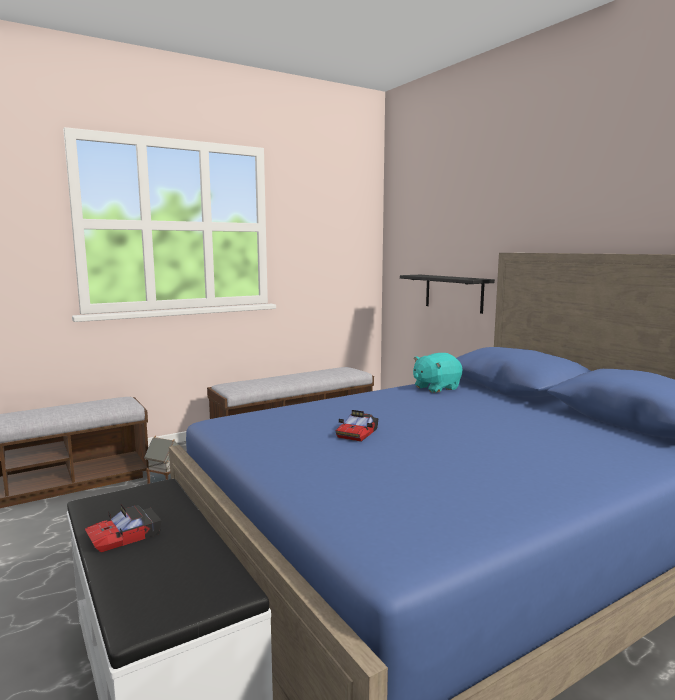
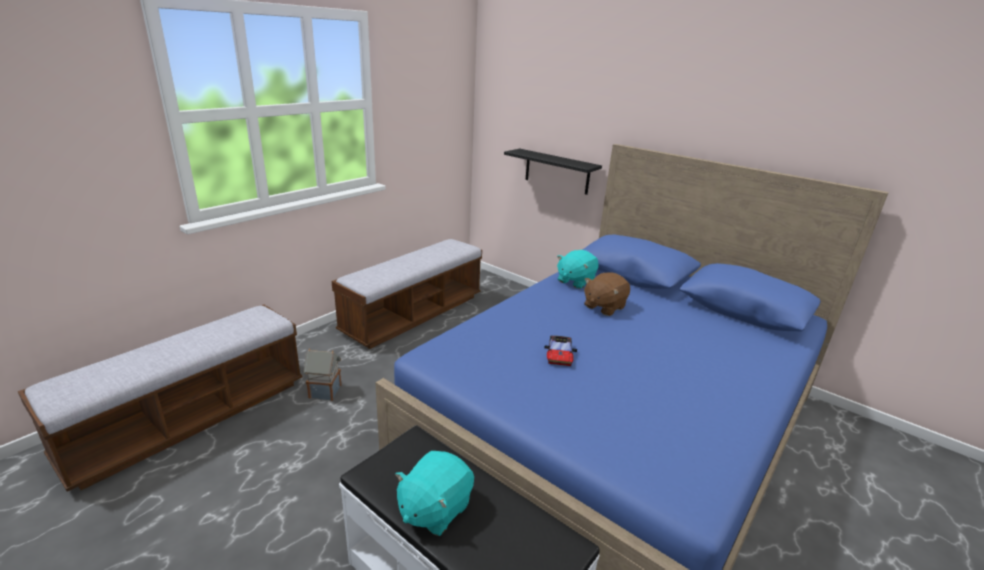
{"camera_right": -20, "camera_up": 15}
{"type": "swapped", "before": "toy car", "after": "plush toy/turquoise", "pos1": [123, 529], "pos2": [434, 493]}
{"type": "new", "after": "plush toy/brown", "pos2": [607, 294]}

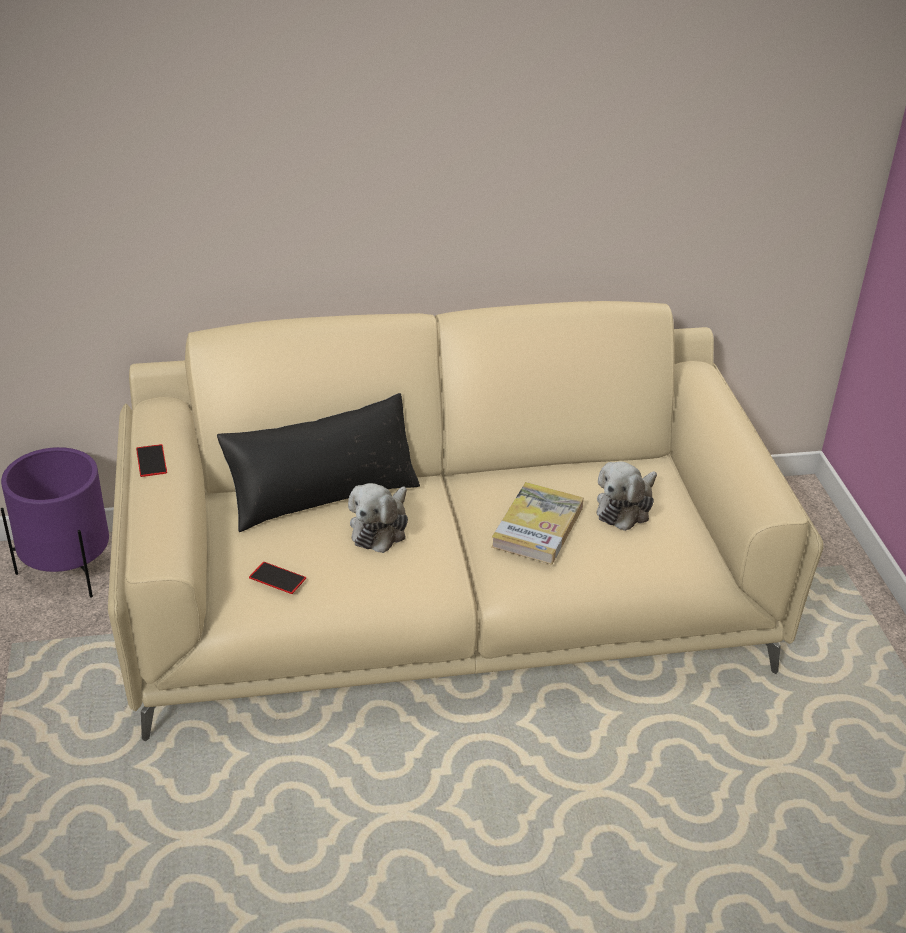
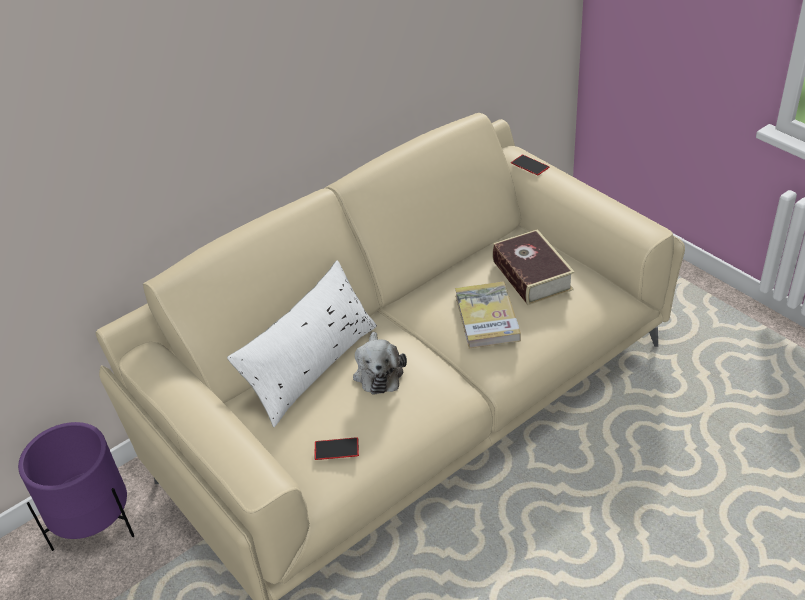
{"camera_right": -25, "camera_up": 5}
{"type": "repainted", "before": "pillow/black", "after": "pillow/white", "pos1": [318, 462], "pos2": [302, 343]}
{"type": "swapped", "before": "plush toy", "after": "book", "pos1": [627, 496], "pos2": [533, 267]}
{"type": "shifted", "before": "phone", "pos1": [151, 460], "pos2": [530, 165]}

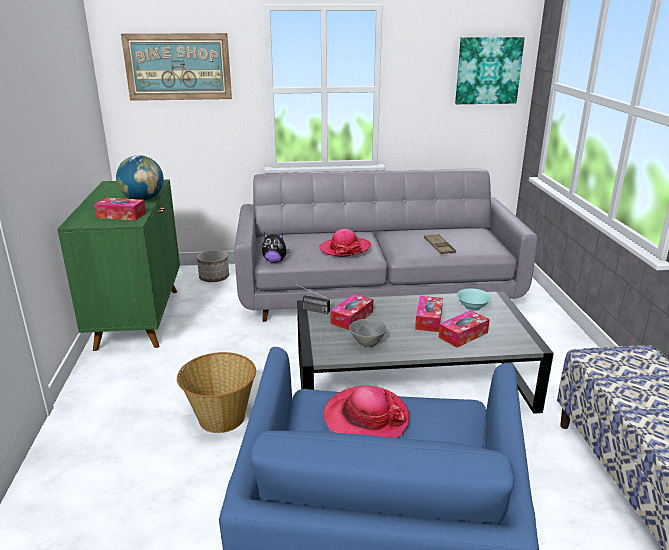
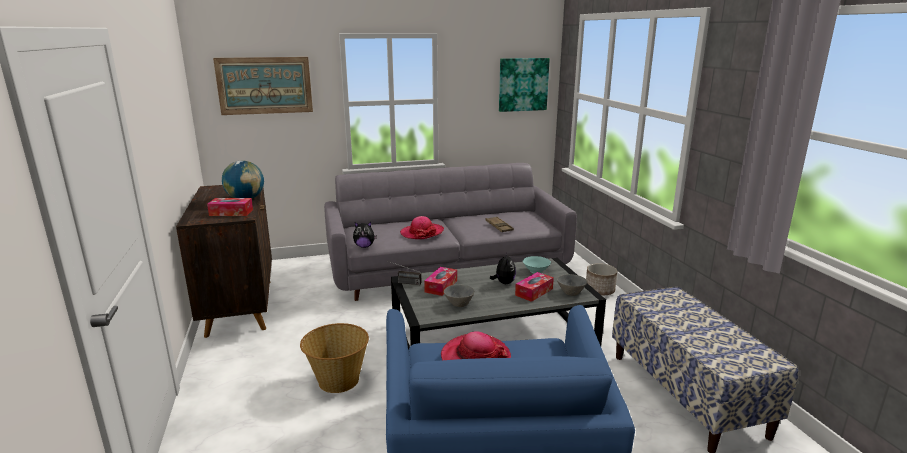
{"camera_right": -10, "camera_up": -5}
{"type": "repainted", "before": "cabinet/green", "after": "cabinet/brown", "pos1": [118, 265], "pos2": [224, 261]}
{"type": "swapped", "before": "tissue box", "after": "plush toy", "pos1": [429, 314], "pos2": [503, 268]}
{"type": "new", "after": "bowl/grey", "pos2": [572, 285]}
{"type": "shifted", "before": "planter", "pos1": [213, 266], "pos2": [601, 279]}

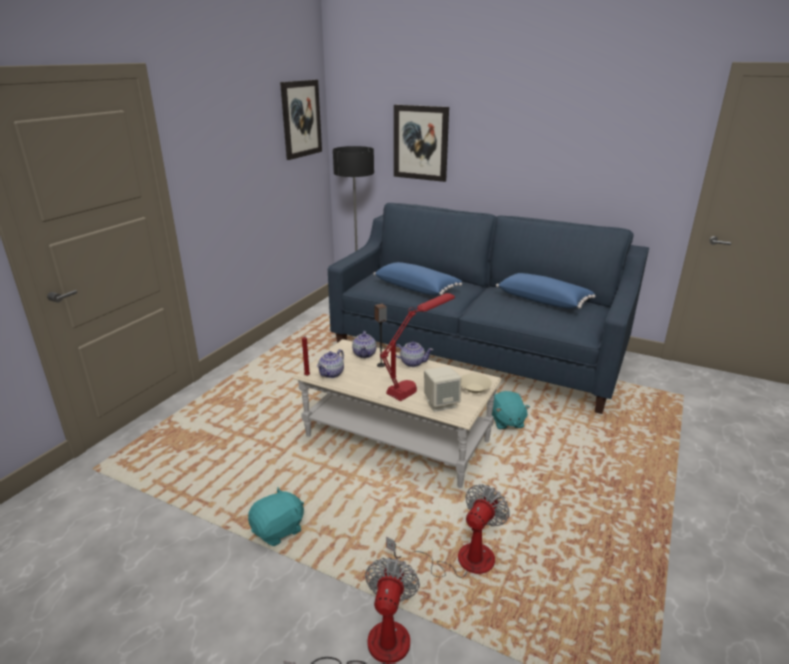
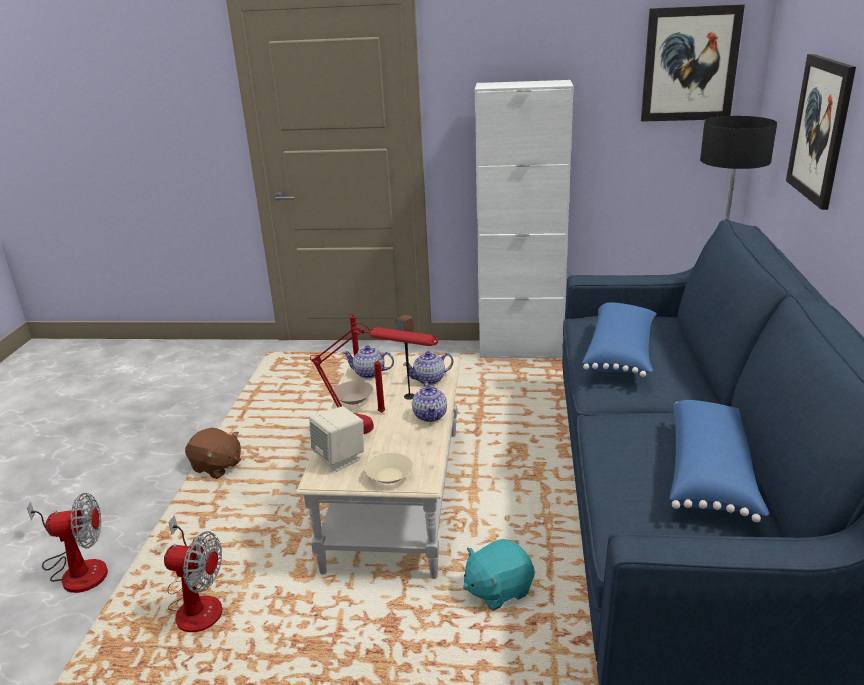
{"camera_right": 70, "camera_up": 0}
{"type": "repainted", "before": "plush toy/turquoise", "after": "plush toy/brown", "pos1": [276, 516], "pos2": [213, 453]}
{"type": "new", "after": "bowl/beige", "pos2": [353, 393]}
{"type": "new", "after": "cabinet/white", "pos2": [524, 219]}

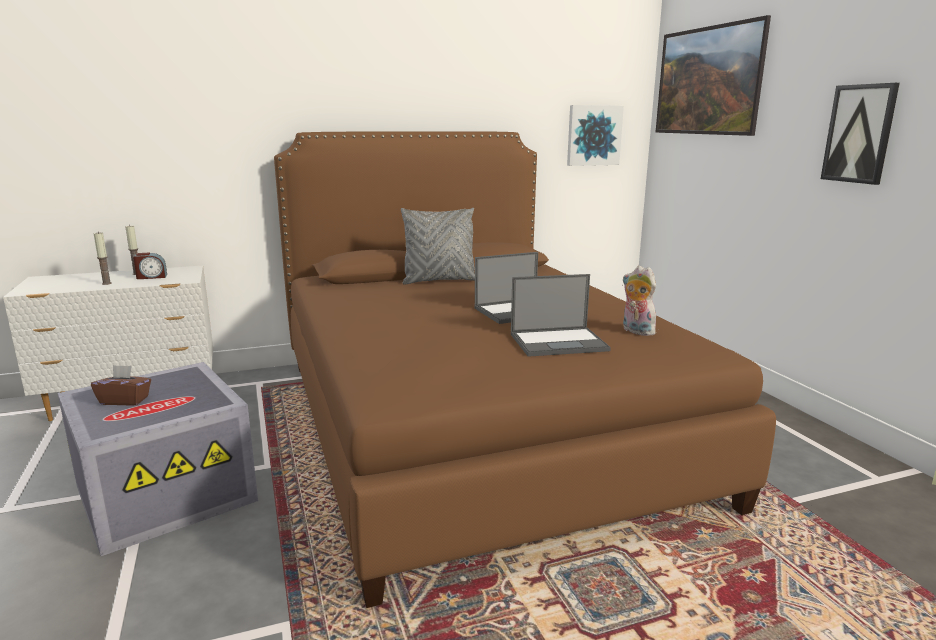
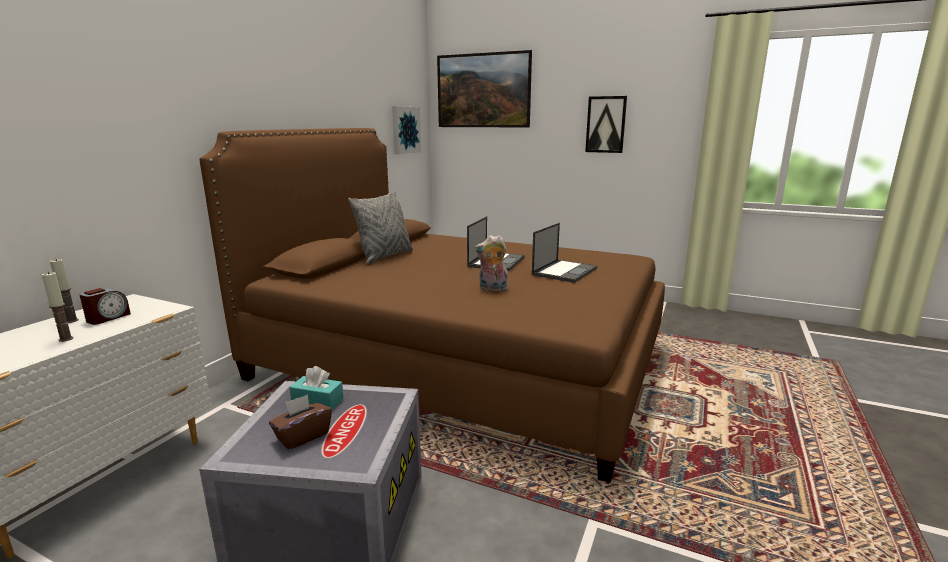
{"camera_right": -45, "camera_up": 0}
{"type": "new", "after": "tissue box/turquoise", "pos2": [316, 388]}
{"type": "shifted", "before": "plush toy", "pos1": [639, 301], "pos2": [491, 263]}

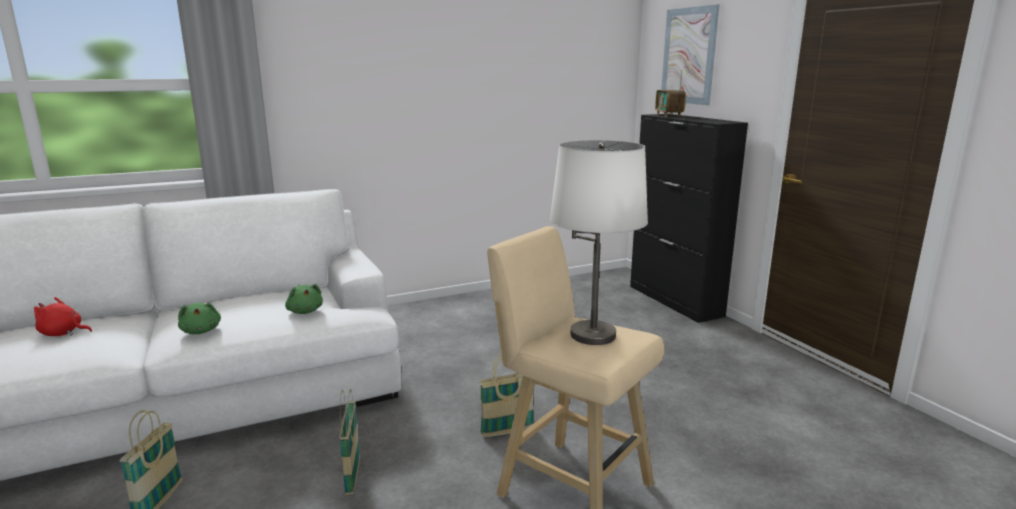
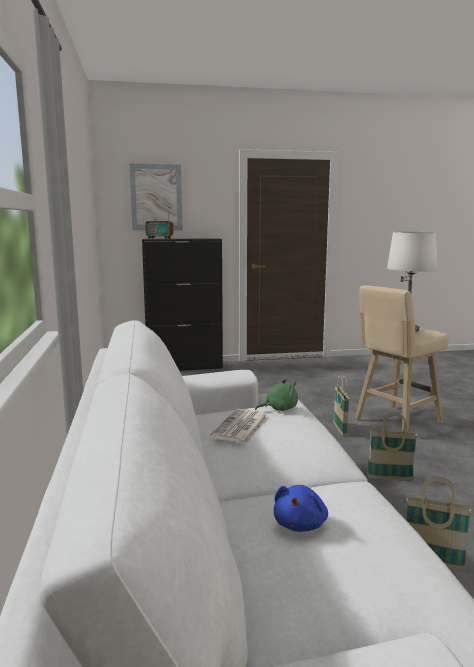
{"camera_right": -75, "camera_up": -5}
{"type": "new", "after": "newspaper", "pos2": [239, 426]}
{"type": "repainted", "before": "plush toy/red", "after": "plush toy/blue", "pos1": [63, 316], "pos2": [301, 508]}
{"type": "gone", "before": "plush toy/green", "pos1": [199, 318]}

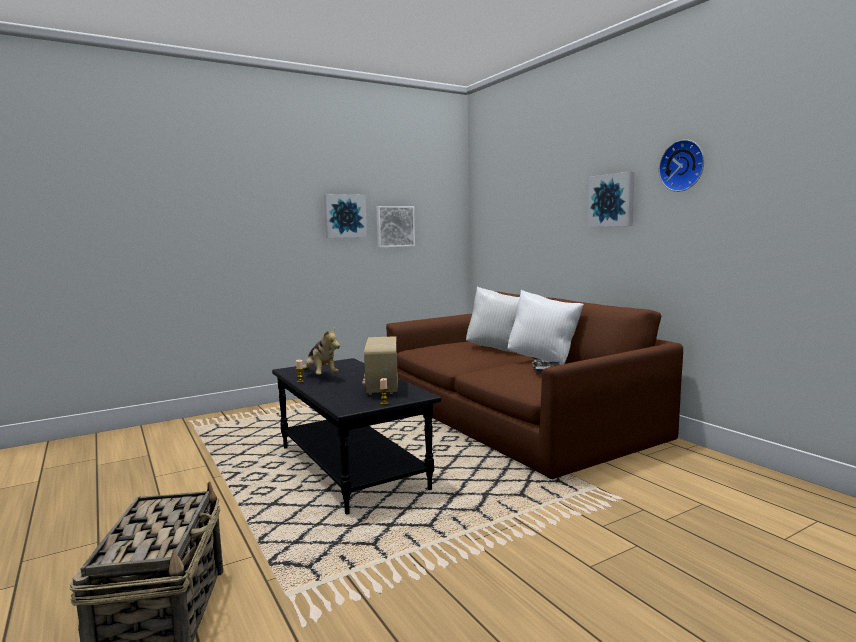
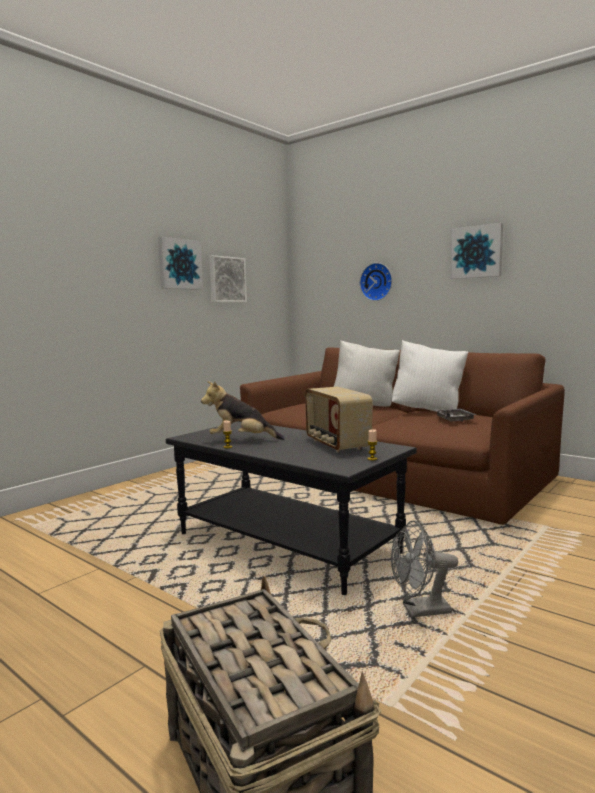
{"camera_right": -20, "camera_up": 0}
{"type": "rotated", "before": "plush toy", "pos1": [321, 351], "pos2": [242, 410], "turn": 150}
{"type": "shifted", "before": "wall clock", "pos1": [681, 166], "pos2": [376, 282]}
{"type": "new", "after": "fan/grey", "pos2": [424, 568]}

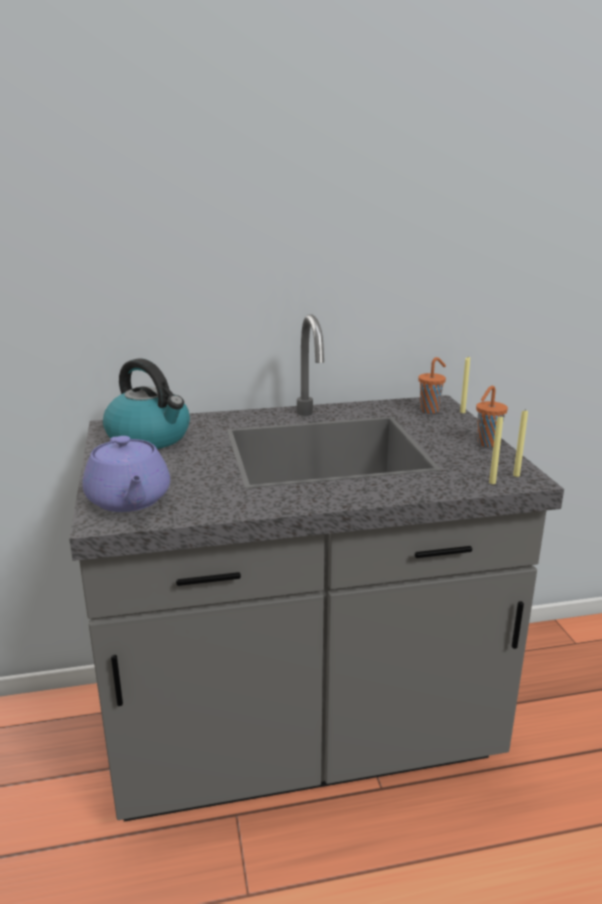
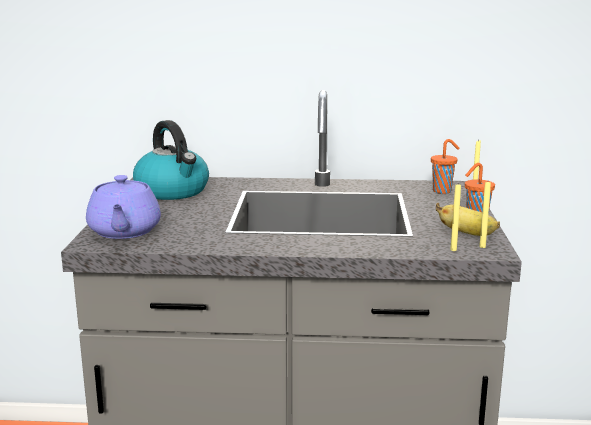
{"camera_right": 15, "camera_up": -5}
{"type": "new", "after": "banana", "pos2": [468, 219]}

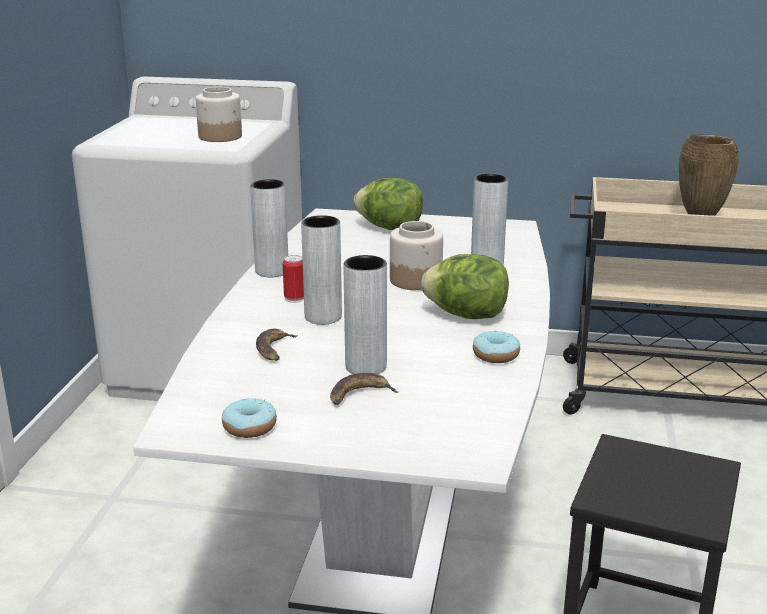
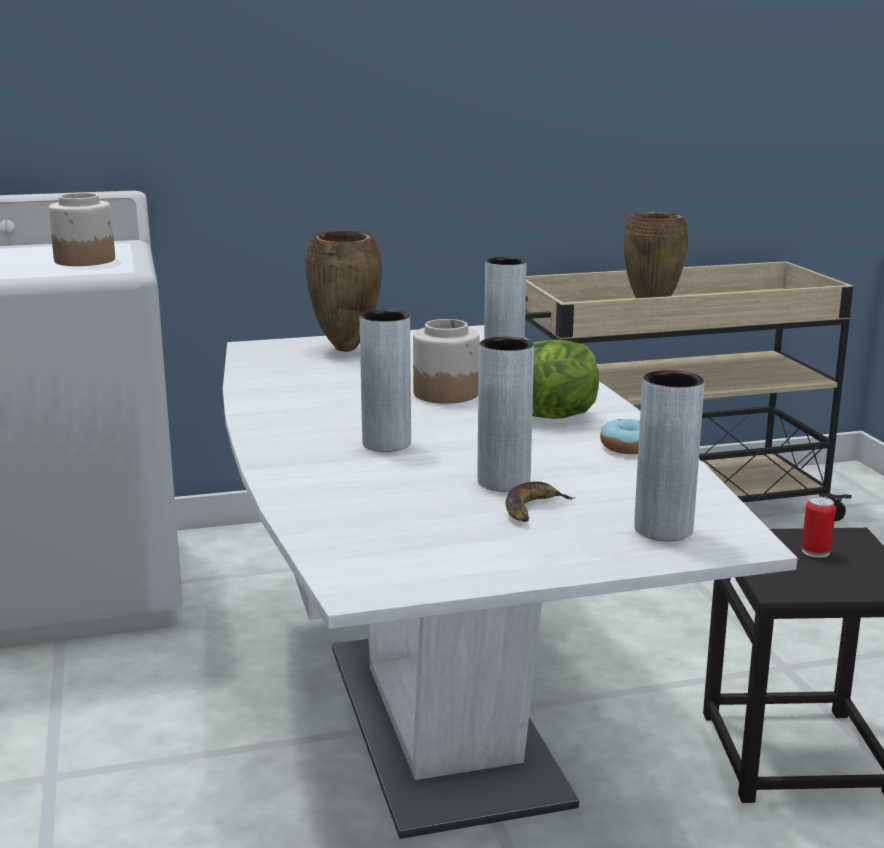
{"camera_right": -25, "camera_up": -5}
{"type": "swapped", "before": "lettuce", "after": "vase/brown", "pos1": [388, 204], "pos2": [344, 291]}
{"type": "shifted", "before": "vase/grey", "pos1": [269, 228], "pos2": [669, 455]}
{"type": "shifted", "before": "can", "pos1": [293, 279], "pos2": [819, 527]}
{"type": "gone", "before": "donut", "pos1": [249, 418]}
{"type": "gone", "before": "banana", "pos1": [277, 345]}

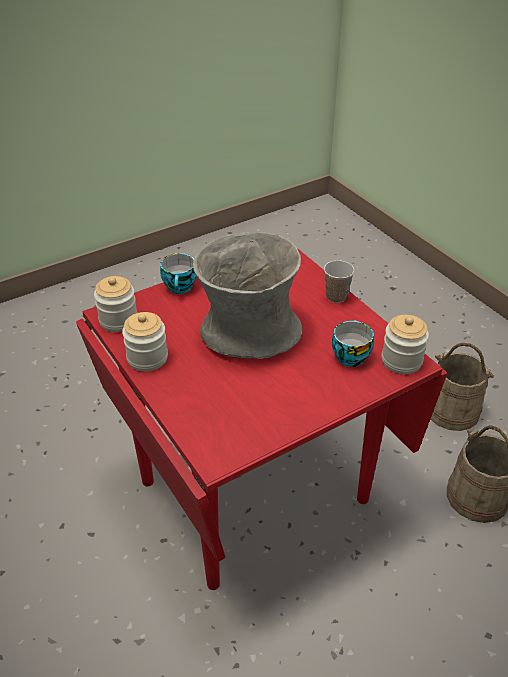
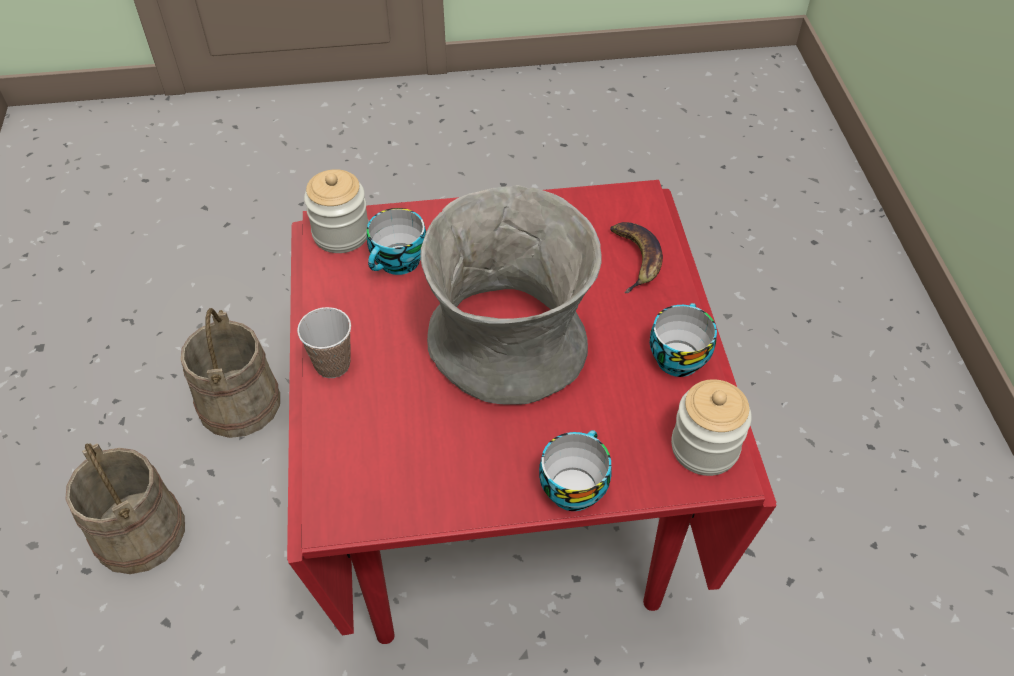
{"camera_right": -155, "camera_up": 10}
{"type": "new", "after": "banana", "pos2": [636, 257]}
{"type": "swapped", "before": "jar", "after": "cup", "pos1": [145, 341], "pos2": [683, 340]}

